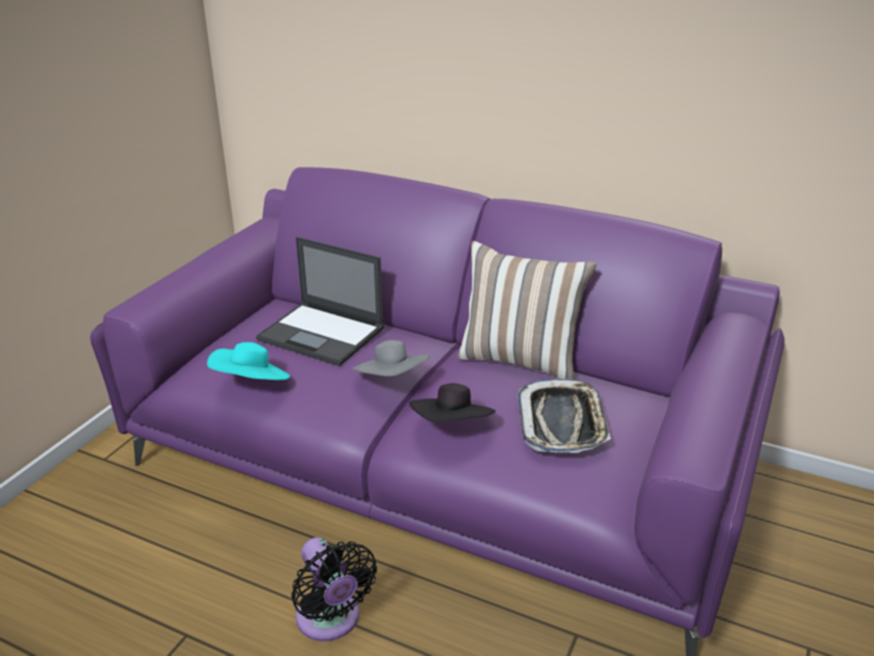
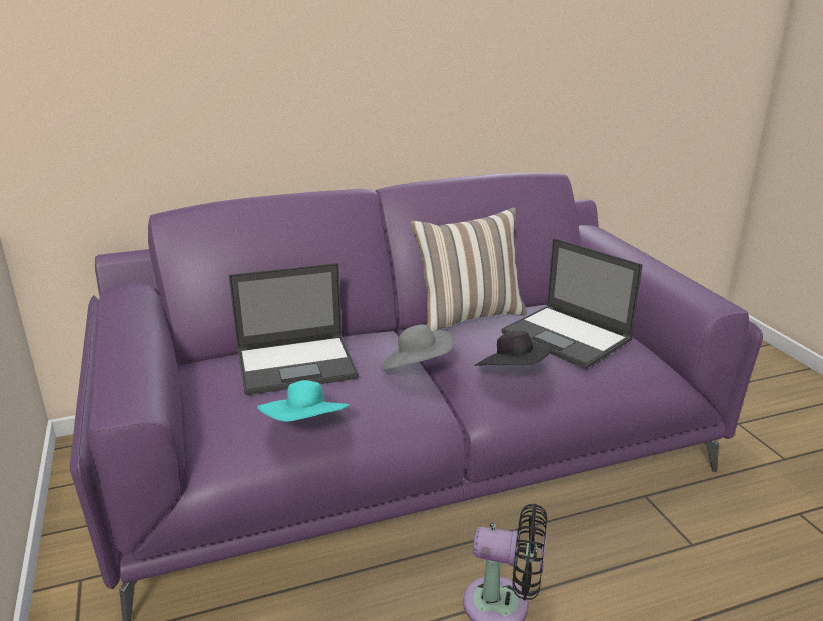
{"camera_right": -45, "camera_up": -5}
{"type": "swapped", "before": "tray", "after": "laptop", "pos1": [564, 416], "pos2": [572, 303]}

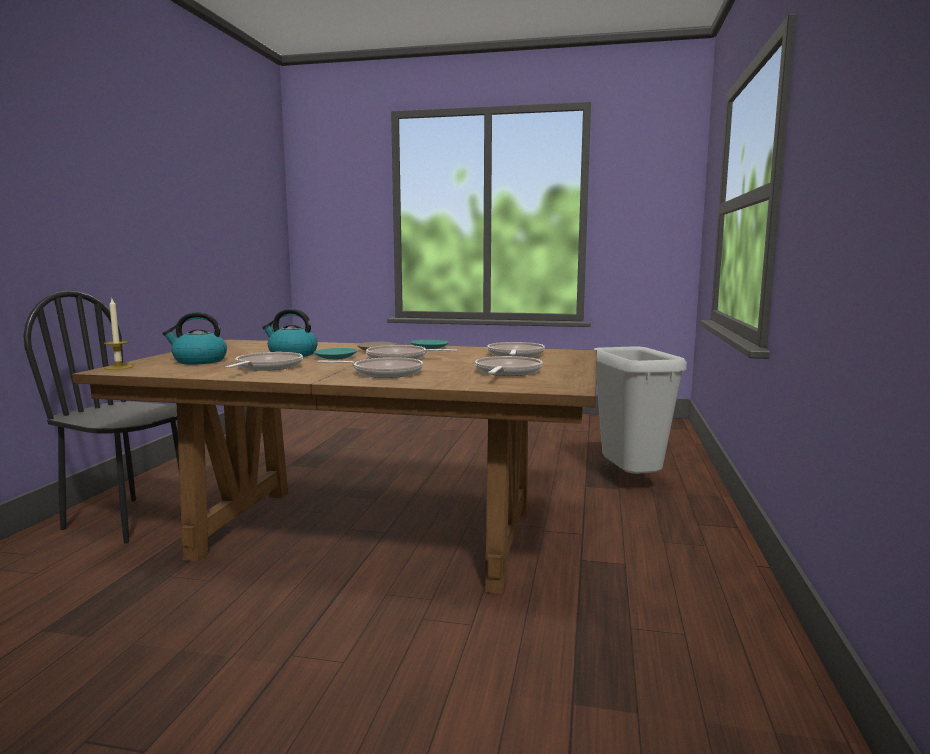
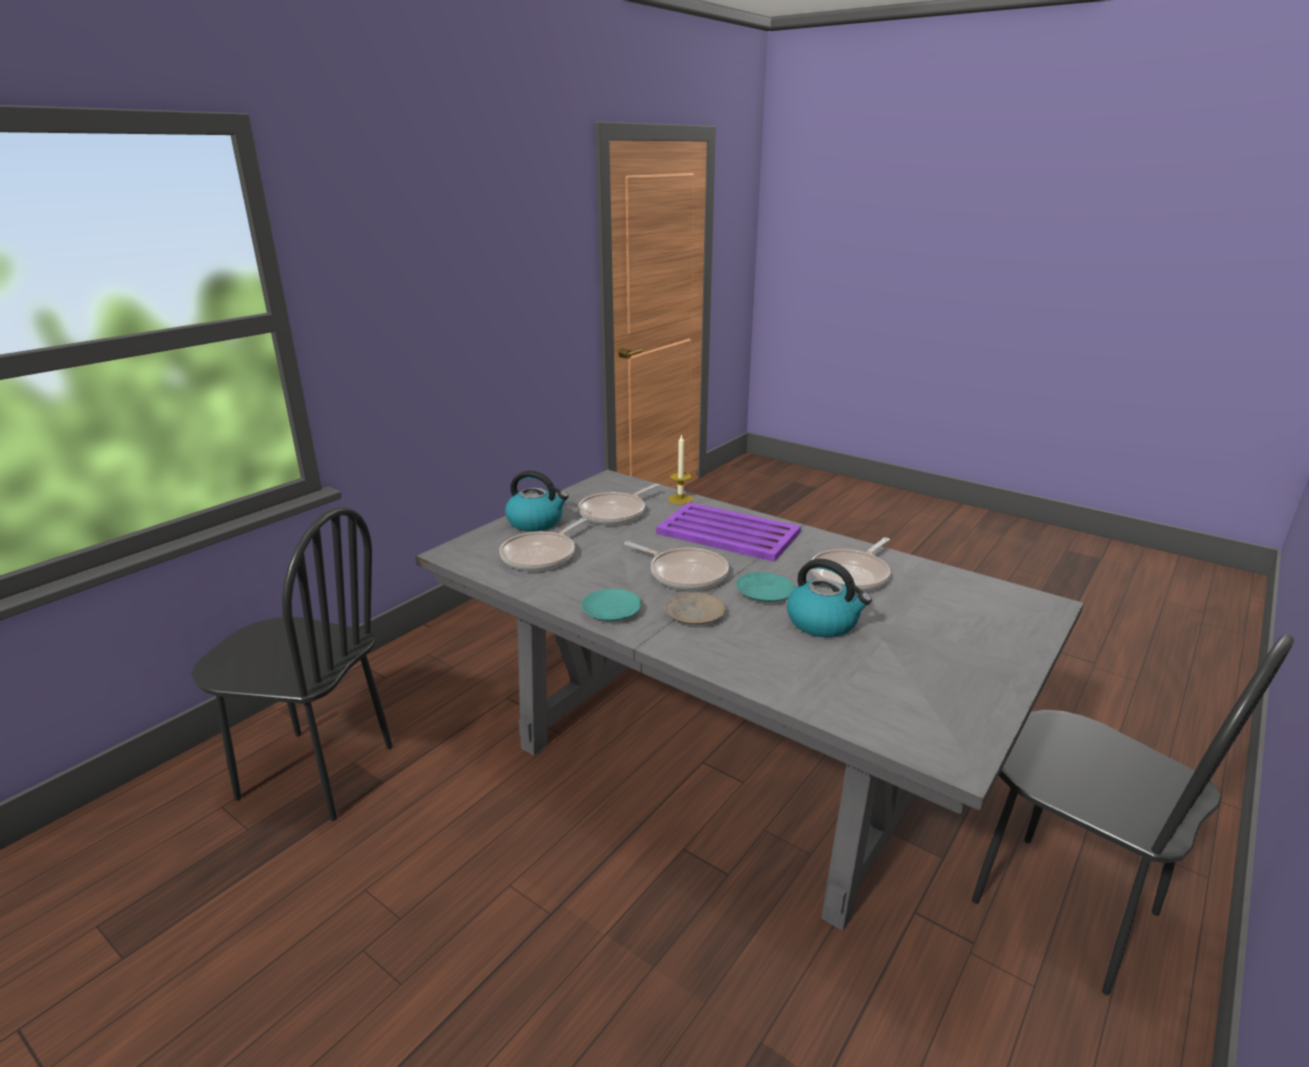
{"camera_right": -155, "camera_up": 15}
{"type": "swapped", "before": "trash can/grey", "after": "chair/black", "pos1": [640, 410], "pos2": [292, 664]}
{"type": "repainted", "before": "dining table/brown", "after": "dining table/grey", "pos1": [334, 467], "pos2": [749, 700]}
{"type": "shifted", "before": "kettle", "pos1": [195, 338], "pos2": [537, 501]}
{"type": "swapped", "before": "frying pan", "after": "tray/purple", "pos1": [370, 367], "pos2": [728, 532]}
{"type": "shifted", "before": "candle", "pos1": [118, 334], "pos2": [680, 469]}

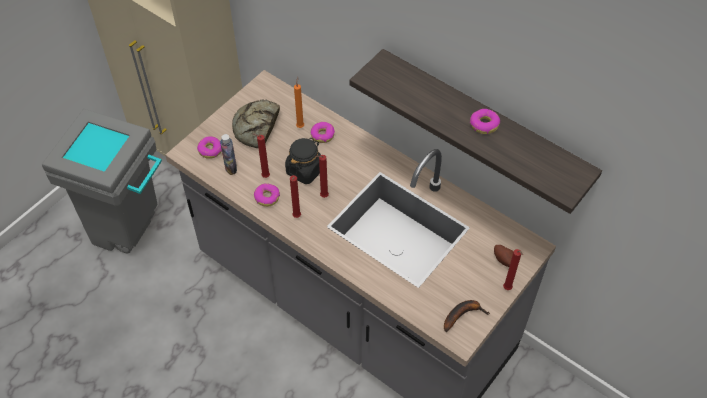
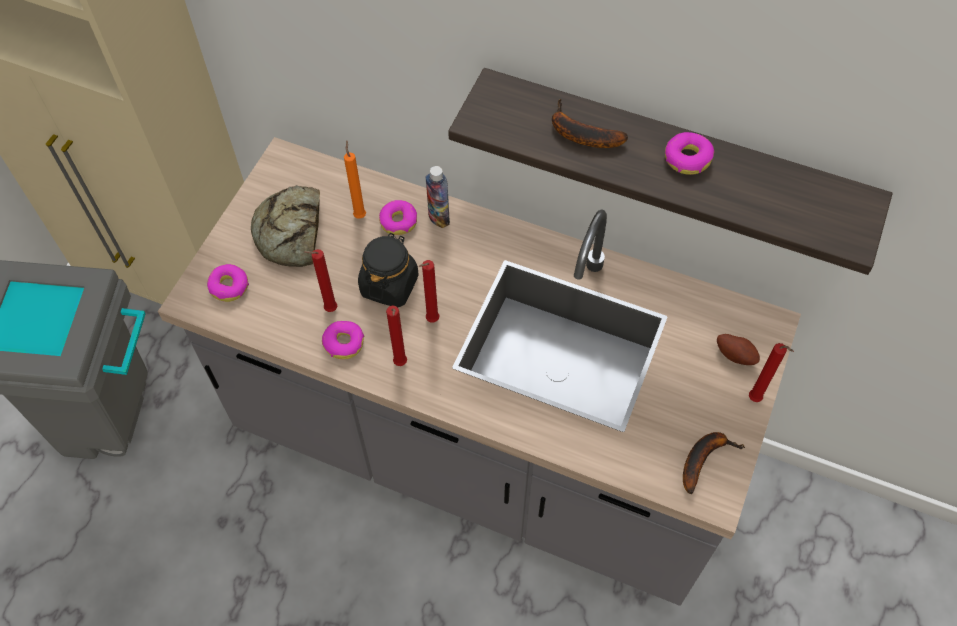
{"camera_right": -15, "camera_up": 5}
{"type": "shifted", "before": "bottle", "pos1": [228, 154], "pos2": [438, 197]}
{"type": "new", "after": "banana", "pos2": [590, 123]}

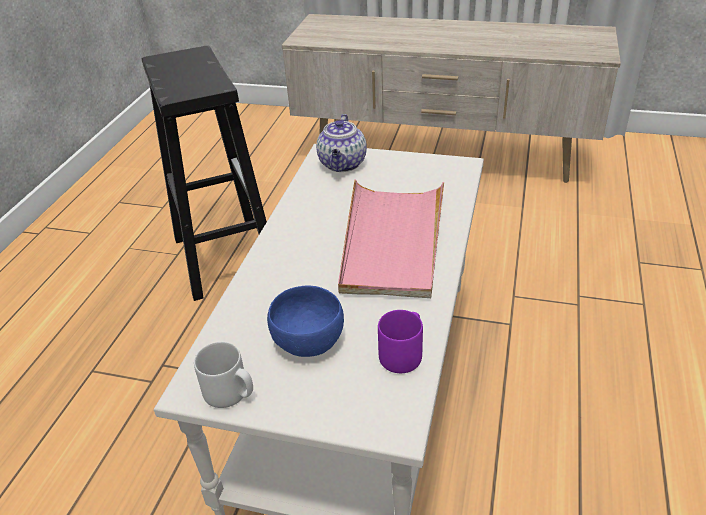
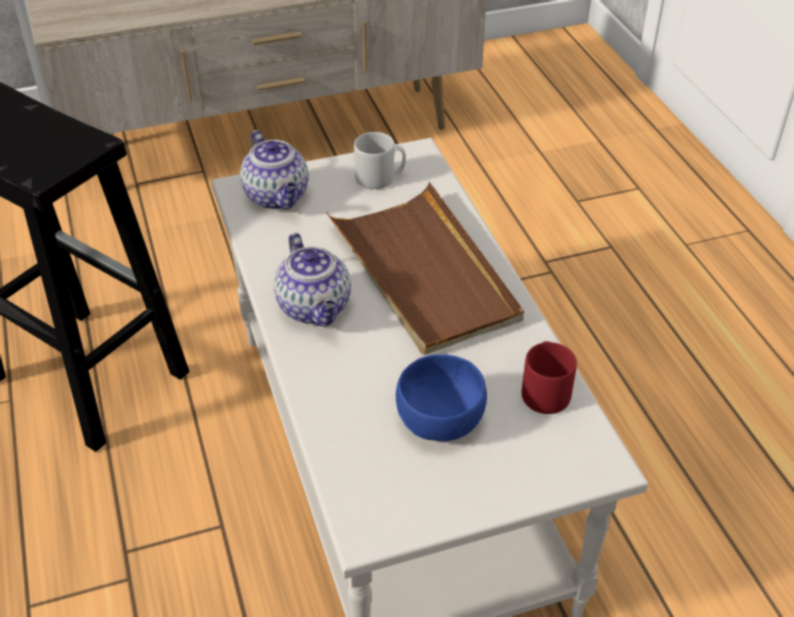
{"camera_right": -35, "camera_up": 5}
{"type": "new", "after": "teapot", "pos2": [312, 280]}
{"type": "repainted", "before": "tray/pink", "after": "tray/brown", "pos1": [391, 238], "pos2": [425, 268]}
{"type": "shifted", "before": "mug/grey", "pos1": [223, 375], "pos2": [380, 160]}
{"type": "repainted", "before": "mug/purple", "after": "mug/red", "pos1": [400, 341], "pos2": [549, 377]}

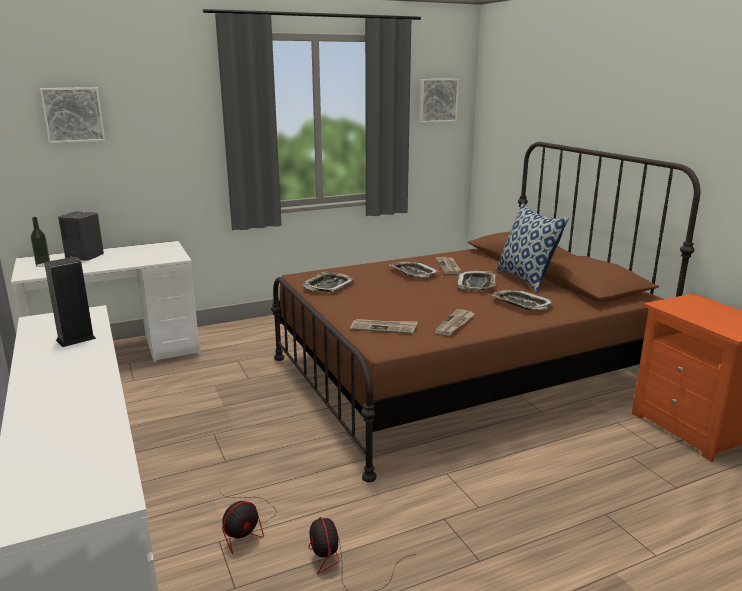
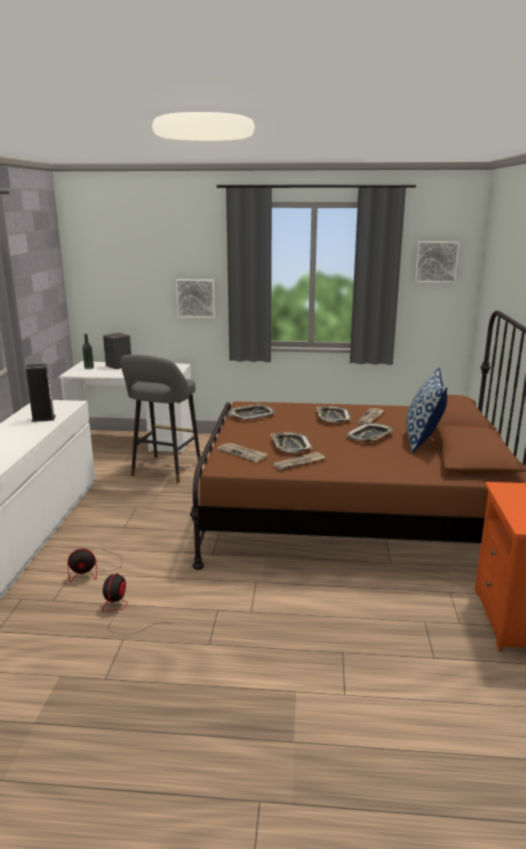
{"camera_right": 30, "camera_up": 0}
{"type": "new", "after": "stool/grey", "pos2": [160, 419]}
{"type": "shifted", "before": "picture", "pos1": [72, 115], "pos2": [195, 298]}
{"type": "shifted", "before": "tray", "pos1": [522, 299], "pos2": [291, 442]}

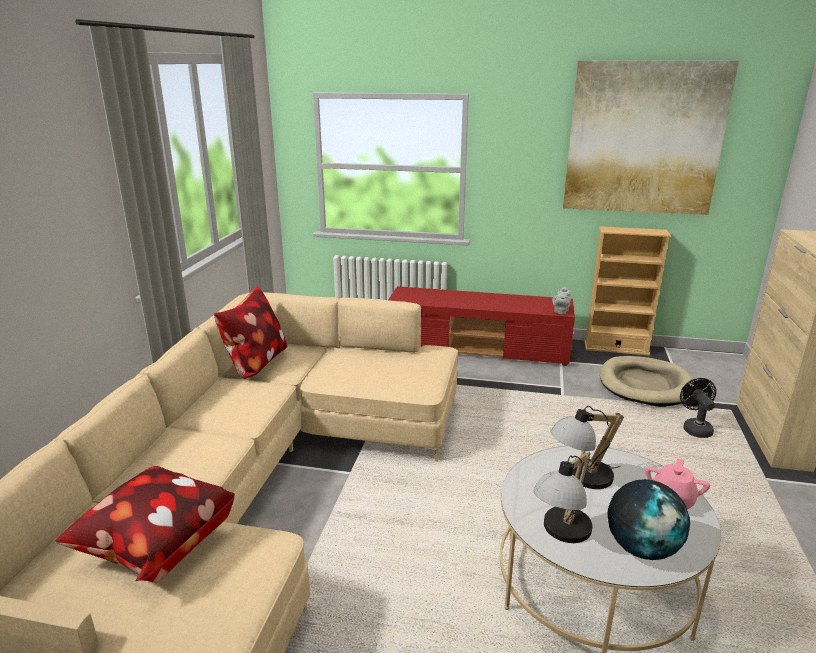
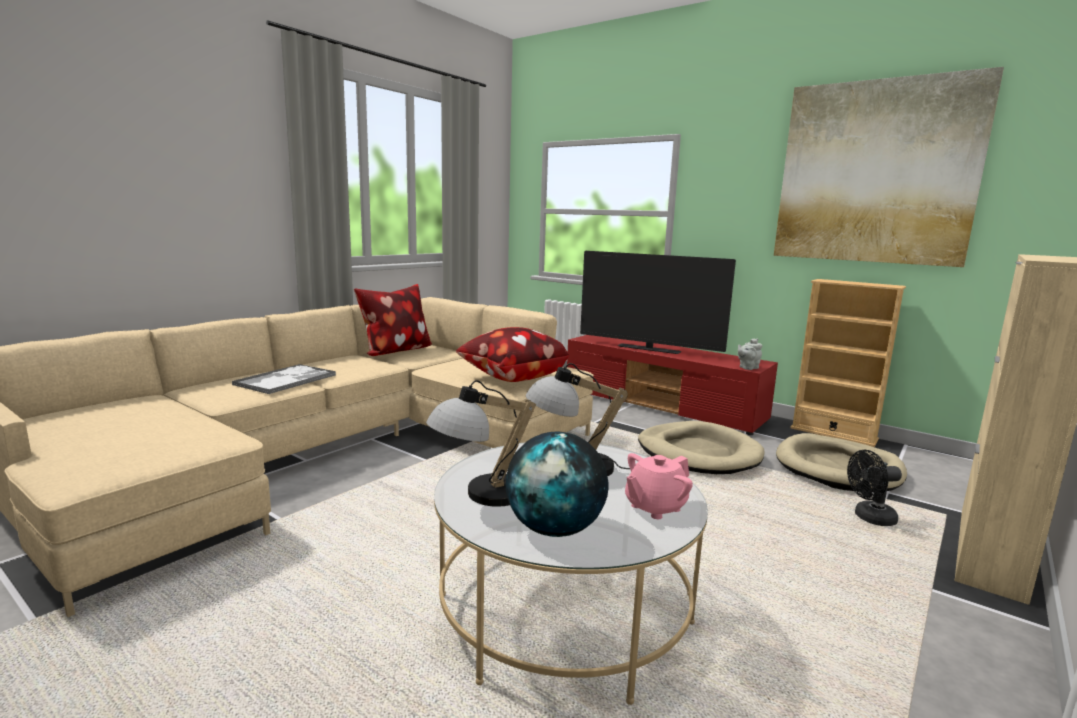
{"camera_right": 25, "camera_up": -10}
{"type": "new", "after": "tray", "pos2": [284, 379]}
{"type": "shifted", "before": "pillow", "pos1": [145, 524], "pos2": [512, 354]}
{"type": "new", "after": "television", "pos2": [658, 302]}
{"type": "new", "after": "dog bed/beige", "pos2": [701, 447]}
{"type": "rotated", "before": "fan/black", "pos1": [698, 408], "pos2": [874, 488], "turn": -120}

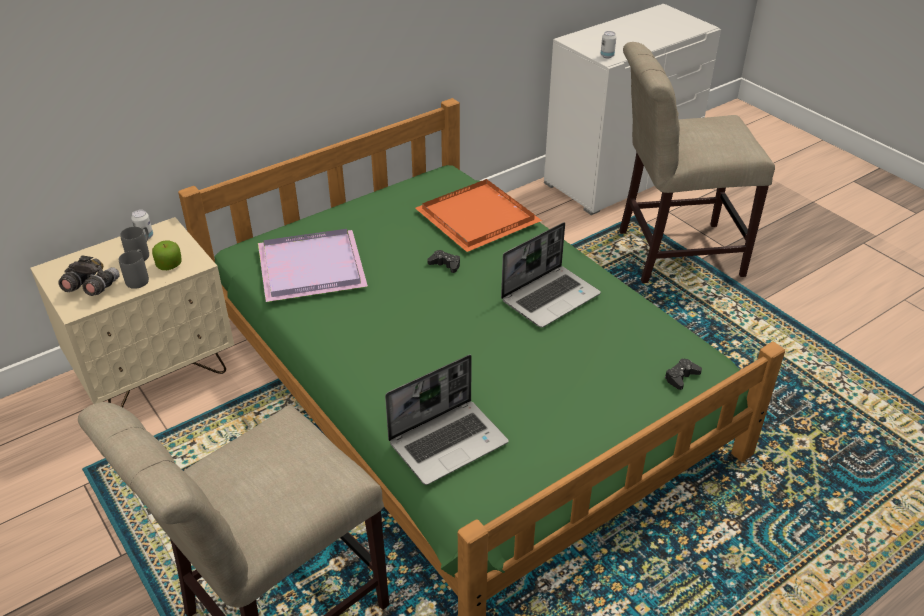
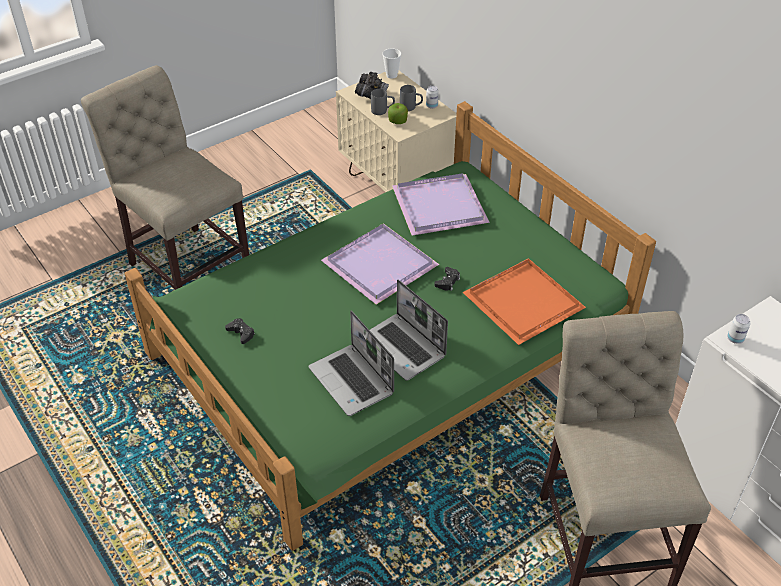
{"camera_right": 90, "camera_up": 5}
{"type": "shifted", "before": "game controller/black", "pos1": [683, 374], "pos2": [240, 331]}
{"type": "shifted", "before": "laptop", "pos1": [447, 420], "pos2": [351, 363]}
{"type": "new", "after": "tray/purple", "pos2": [380, 264]}
{"type": "new", "after": "cup", "pos2": [391, 64]}

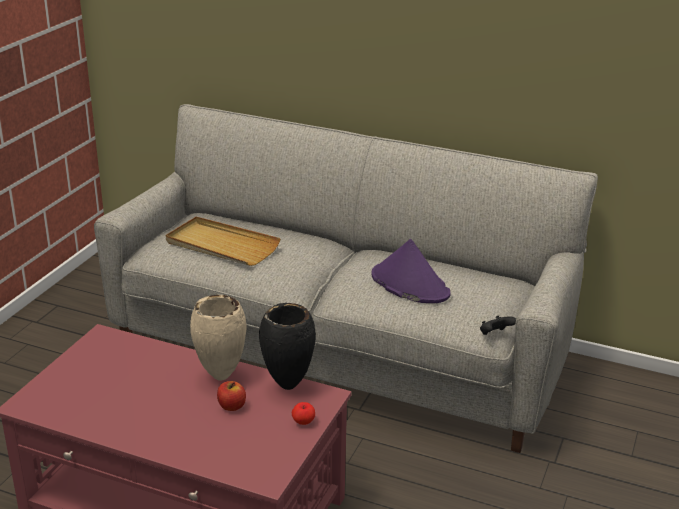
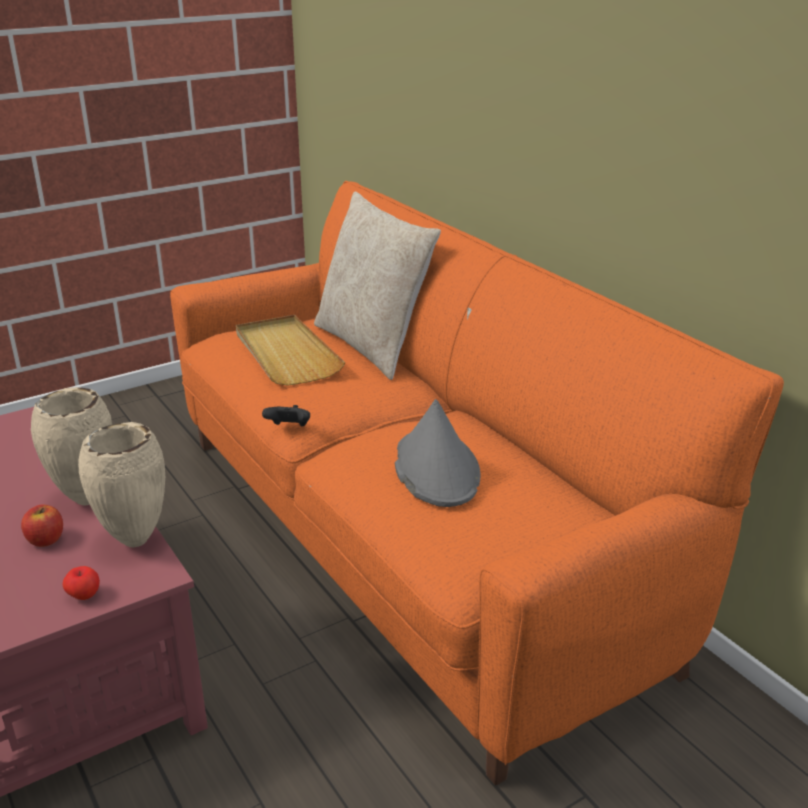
{"camera_right": 35, "camera_up": 0}
{"type": "repainted", "before": "vase/black", "after": "vase/beige", "pos1": [287, 346], "pos2": [121, 485]}
{"type": "repainted", "before": "sofa/grey", "after": "sofa/orange", "pos1": [346, 278], "pos2": [477, 483]}
{"type": "shifted", "before": "game controller/black", "pos1": [498, 325], "pos2": [286, 415]}
{"type": "new", "after": "pillow/beige", "pos2": [377, 285]}
{"type": "repainted", "before": "hat/purple", "after": "hat/grey", "pos1": [410, 271], "pos2": [438, 453]}

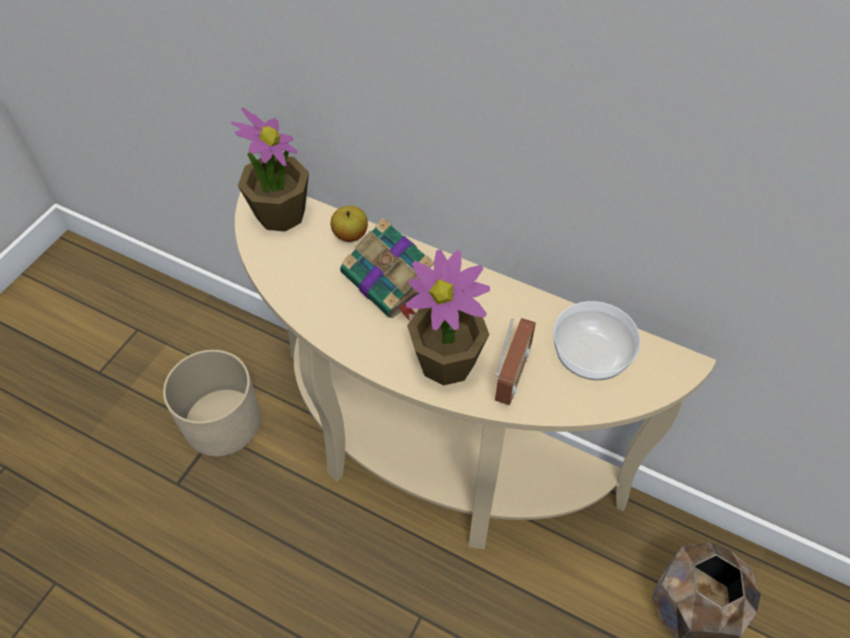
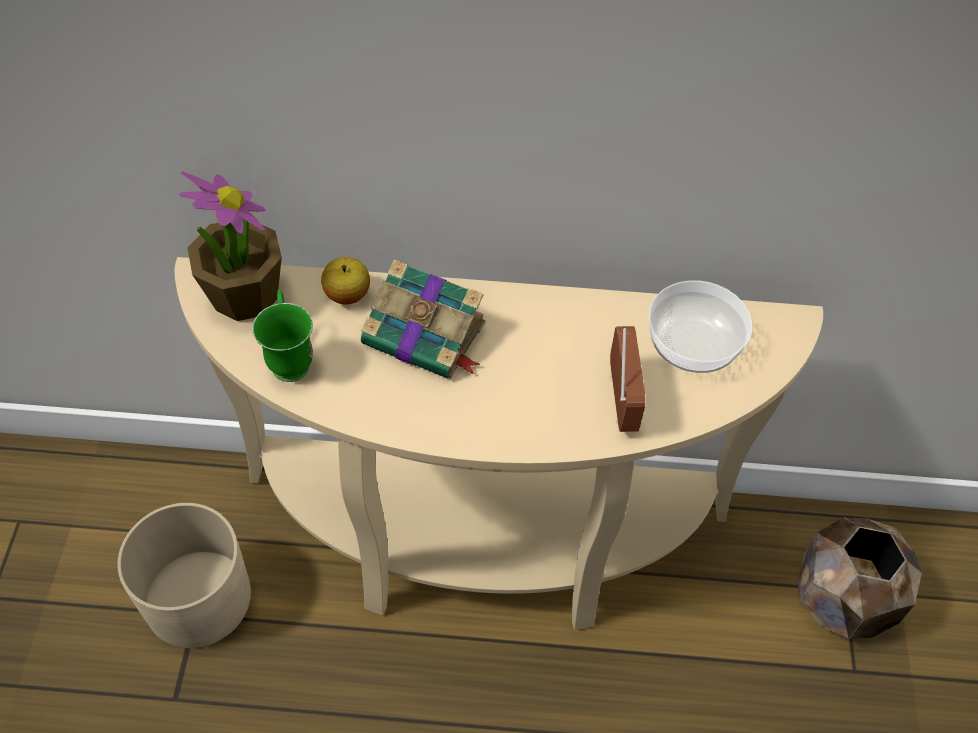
{"camera_right": -25, "camera_up": 0}
{"type": "new", "after": "mug/green", "pos2": [282, 336]}
{"type": "gone", "before": "potted plant", "pos1": [448, 317]}

